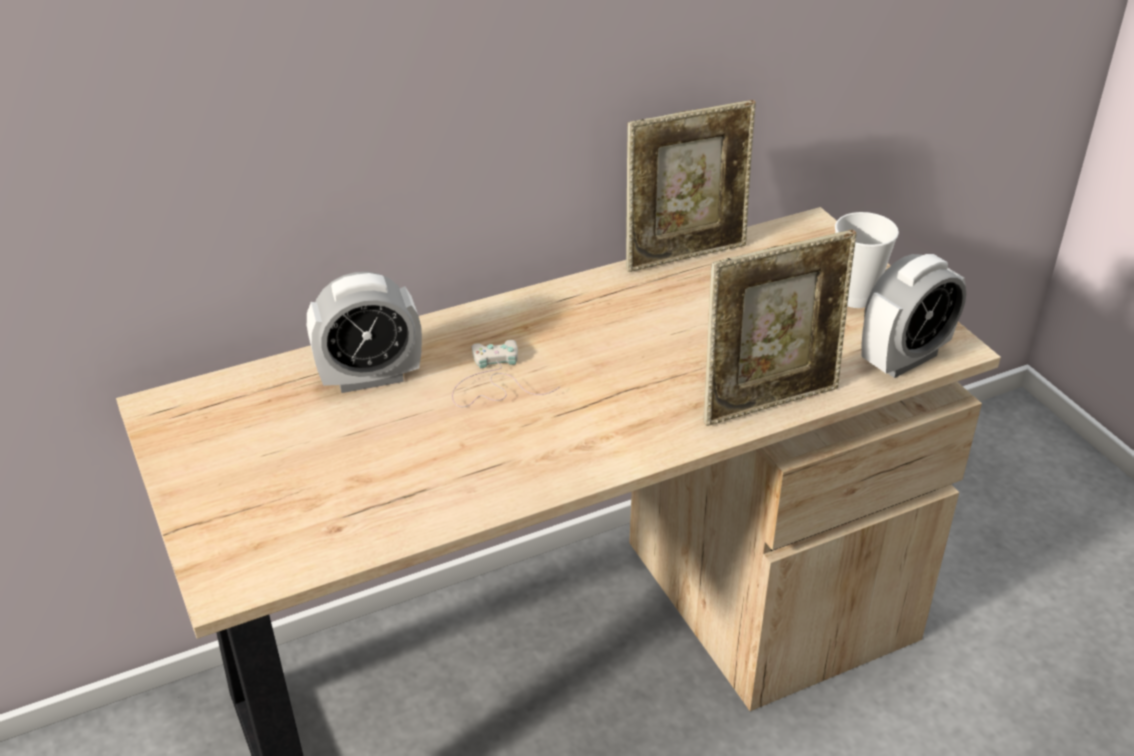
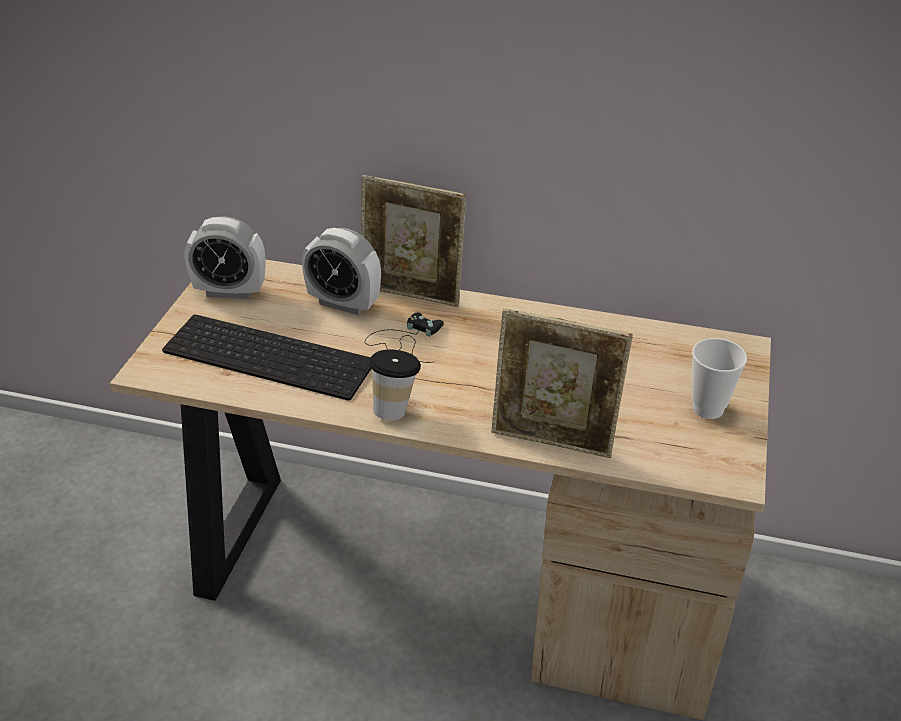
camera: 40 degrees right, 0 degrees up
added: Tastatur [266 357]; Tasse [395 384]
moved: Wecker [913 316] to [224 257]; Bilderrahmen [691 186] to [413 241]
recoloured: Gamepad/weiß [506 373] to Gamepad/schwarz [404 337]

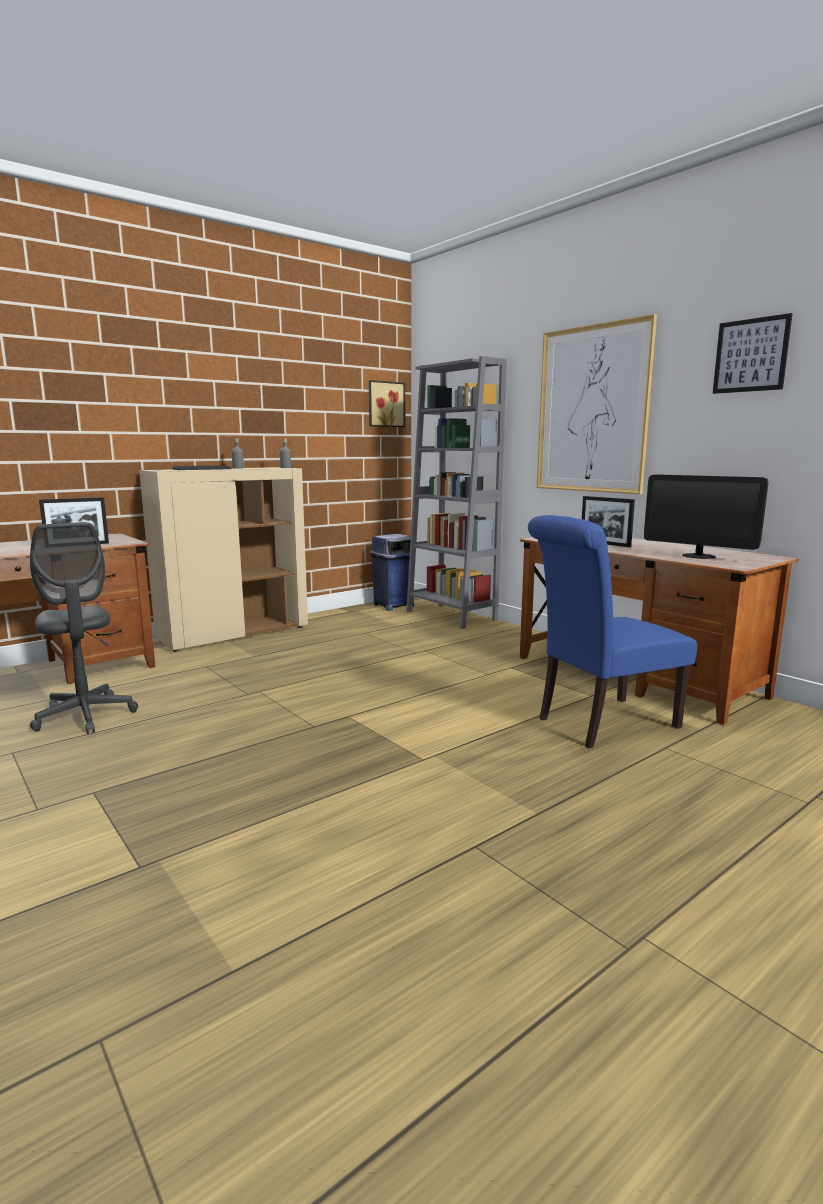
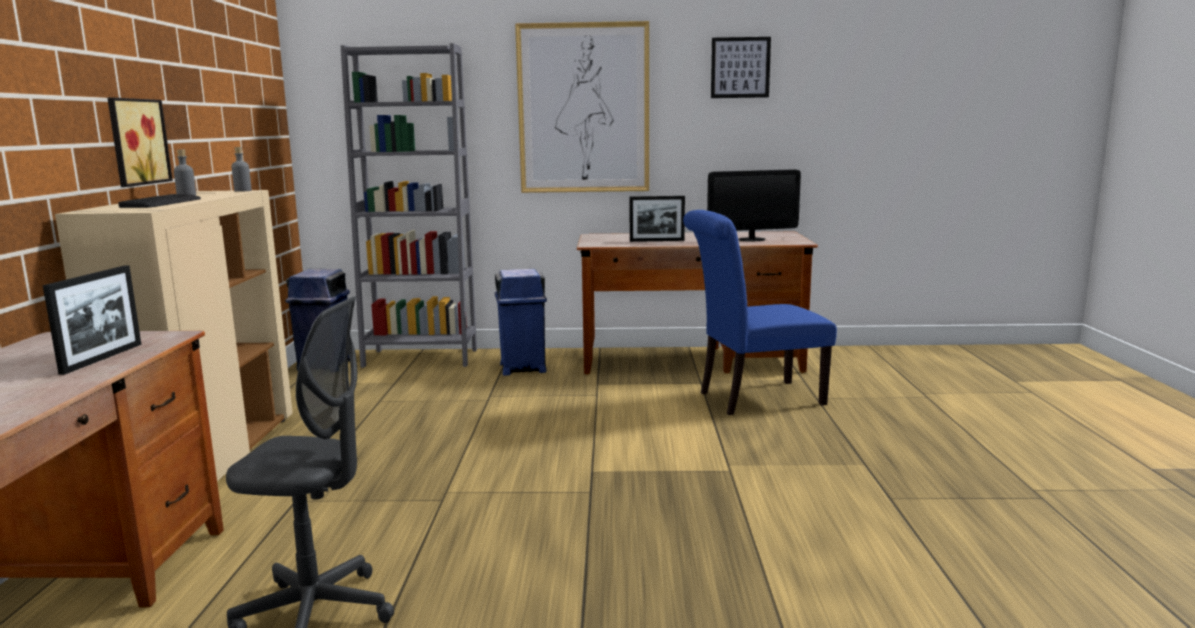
camera: 50 degrees left, 0 degrees up
added: Mülleimer/blau [521 322]
moved: Bild [387 403] to [140 142]
turned: Stuhl/blau [612 631] = [760 312] 60 degrees clockwise

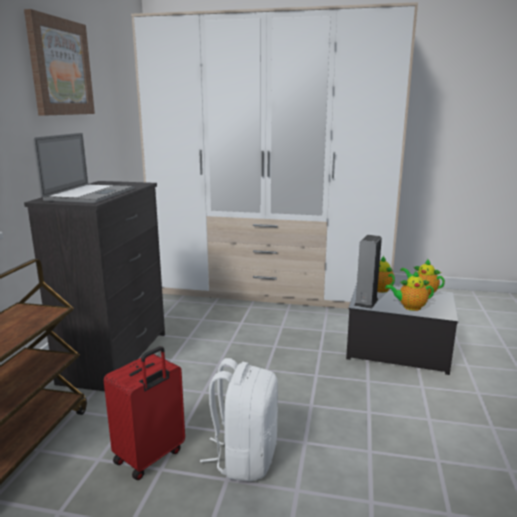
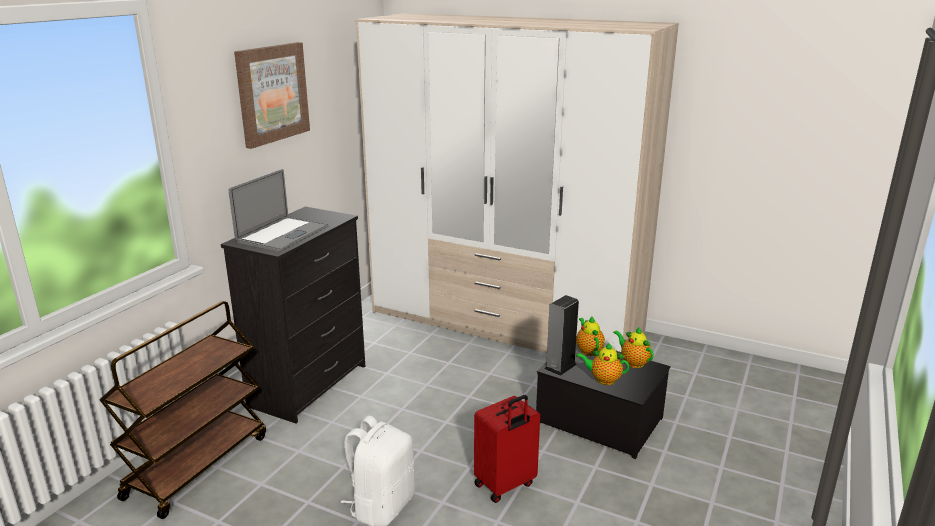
camera: 15 degrees right, 5 degrees up
moved: Koffer/rot [144 413] to [507 449]

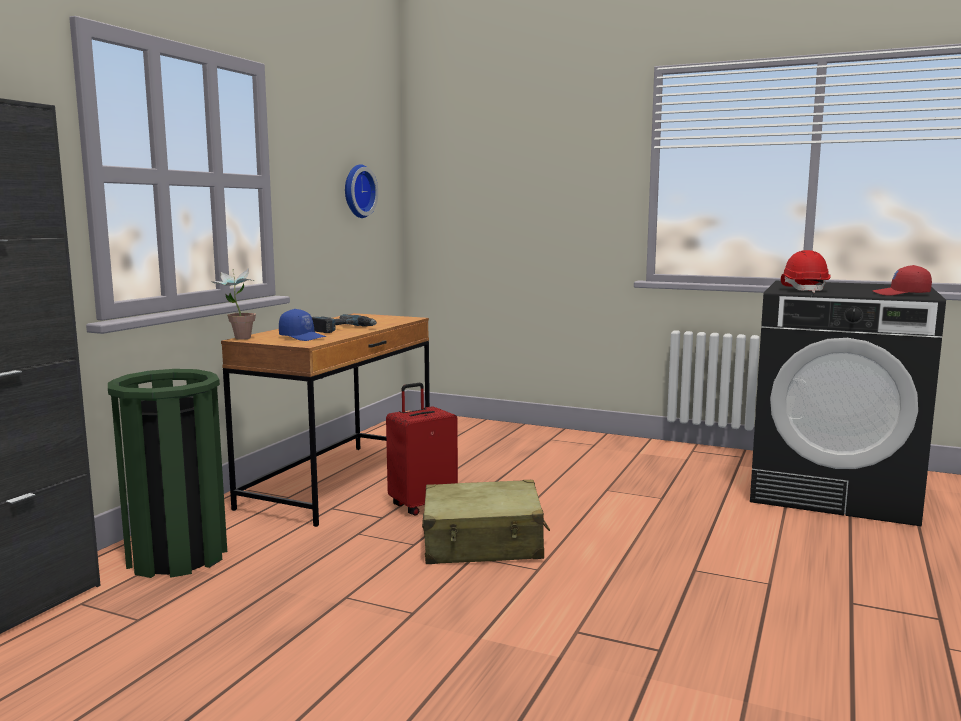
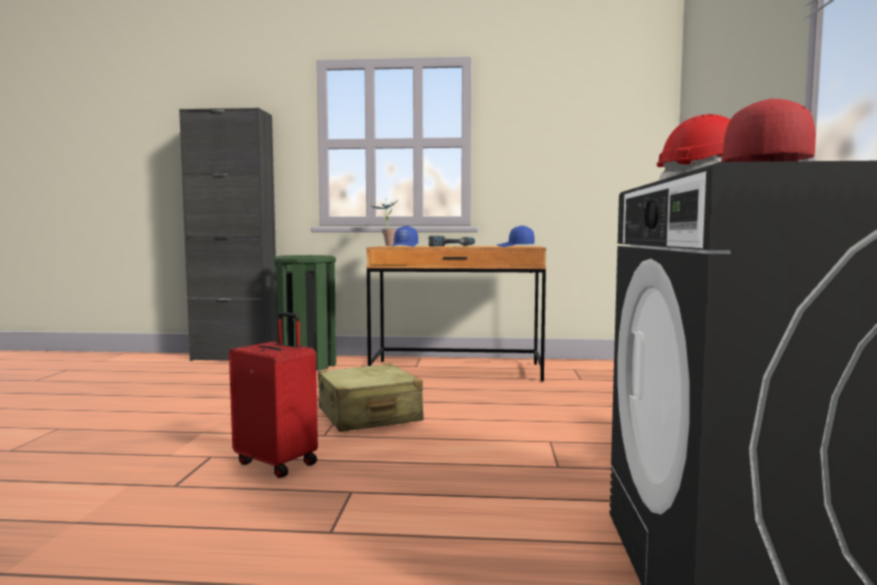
camera: 70 degrees right, 5 degrees down
removed: Wanduhr [361 191]
added: Kappe/blau [516 236]
moved: Koffer/rot [422 449] to [273 395]

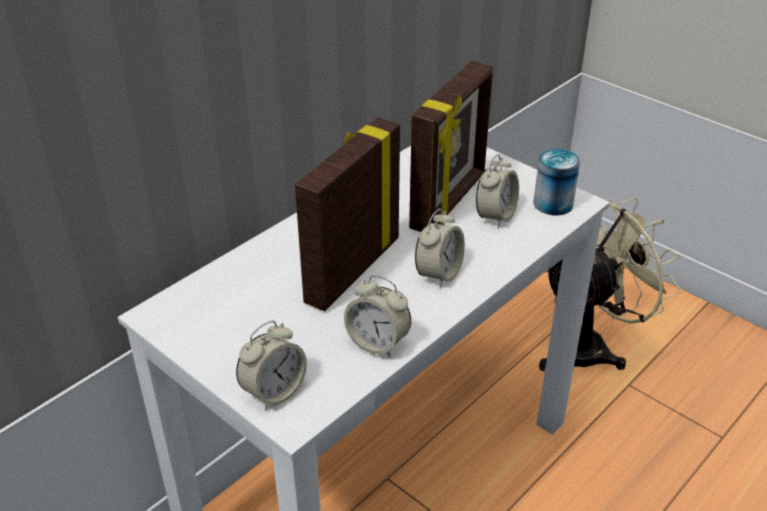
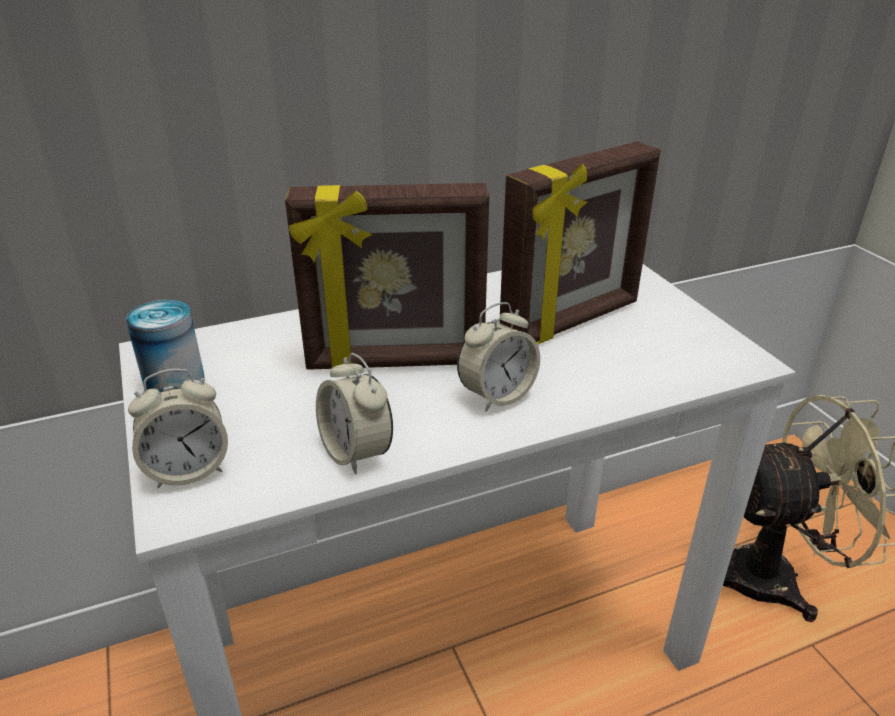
camera: 25 degrees right, 5 degrees down
removed: Wecker [497 191]
moved: Dose [556 182] to [165 346]
turned: Bilderrahmen [347 214] = [387 276] 150 degrees counterclockwise

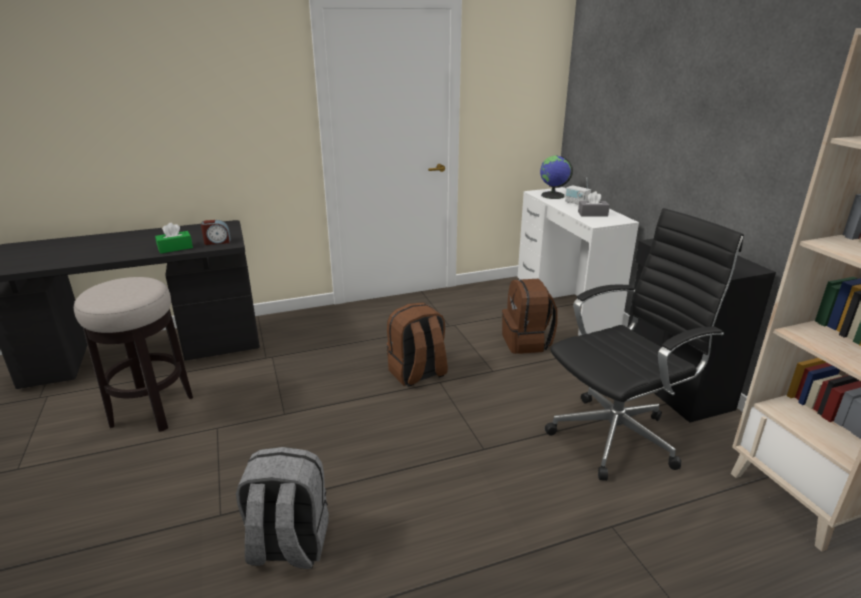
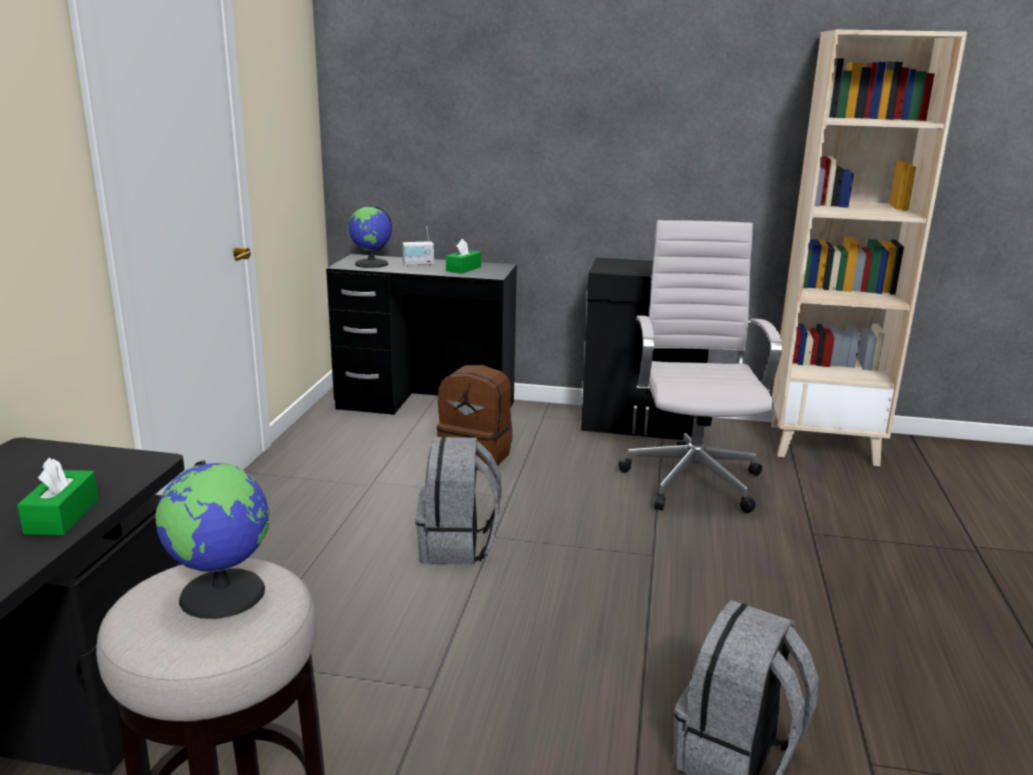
camera: 60 degrees left, 5 degrees down
removed: Wecker [216 232]
added: Globus [212 539]
recoloured: Schreibtisch/weiß [578 261] to Schreibtisch/schwarz [421 334]; Rucksack/braun [417 345] to Rucksack/grau [458 501]; Taschentuchbox/grau [594 203] to Taschentuchbox/grün [463 256]; Bürostuhl/schwarz [644 344] to Bürostuhl/weiß [700 366]

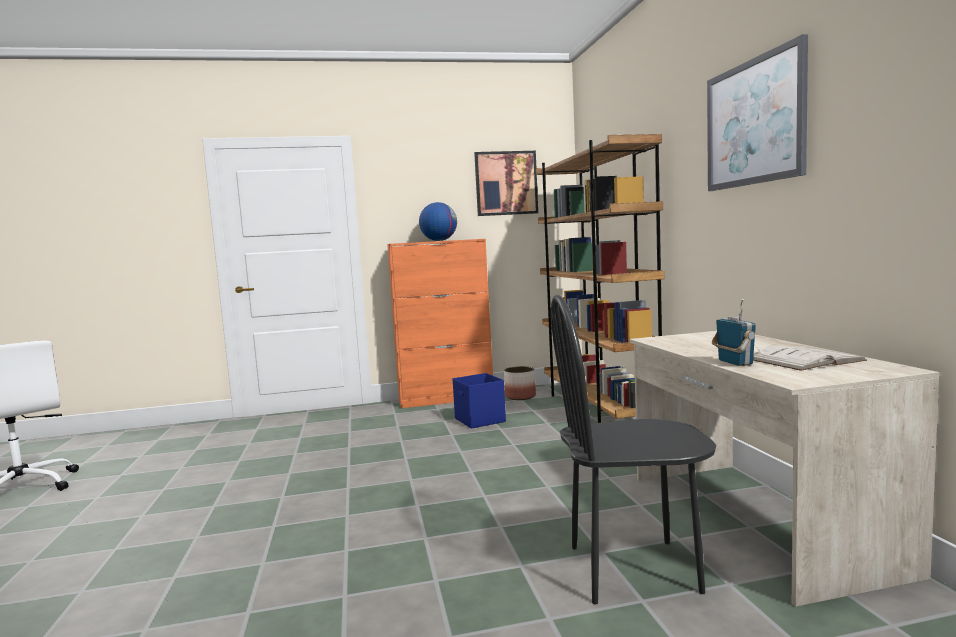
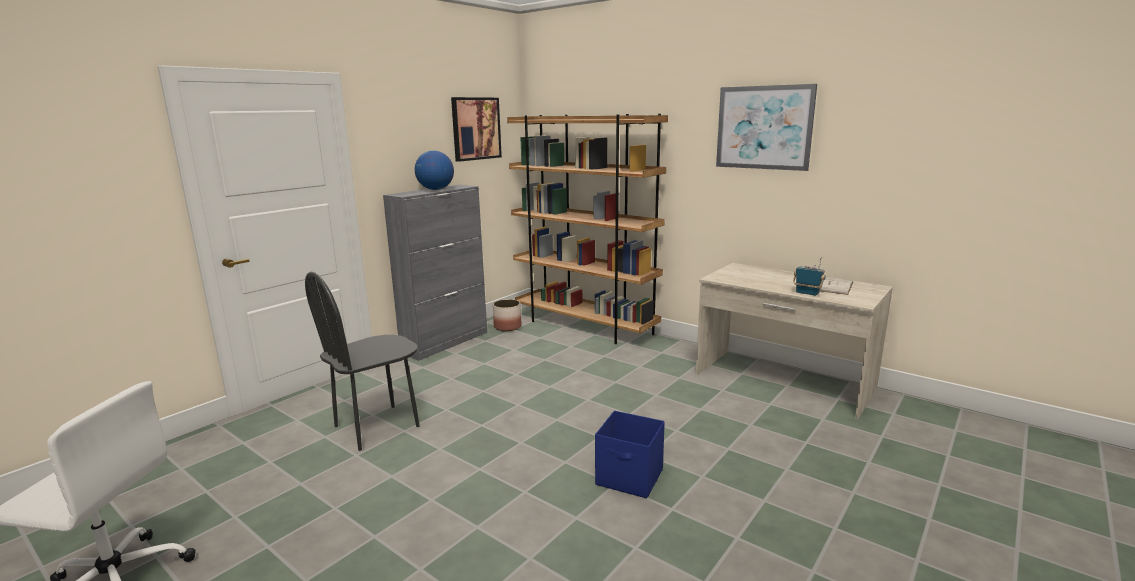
camera: 40 degrees left, 10 degrees up
moved: Stuhl/schwarz [633 449] to [362 361]; Aufbewahrungsbox/blau [479 401] to [630 454]
recoloured: Schrank/orange [440 323] to Schrank/grau [435 273]

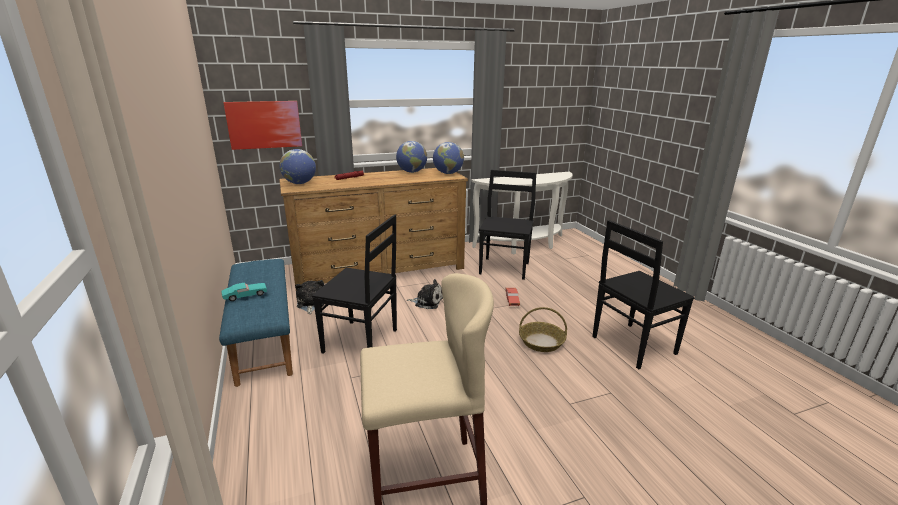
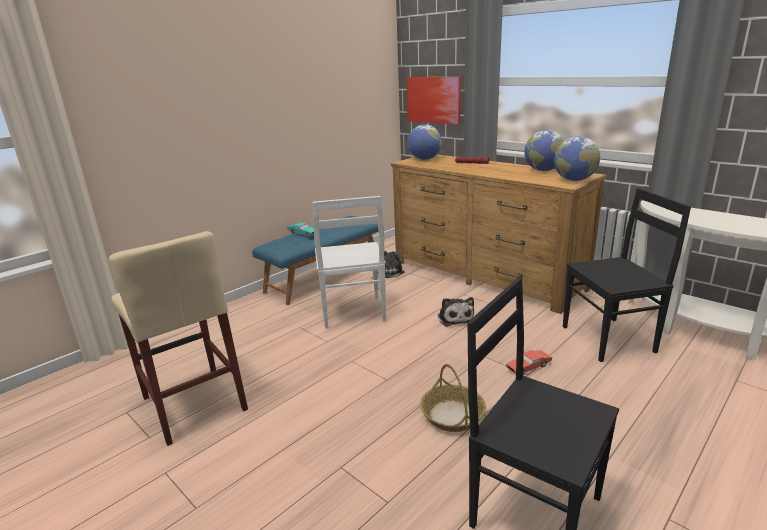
camera: 65 degrees right, 0 degrees up
recoloured: Stuhl/schwarz [354 284] to Stuhl/weiß [349 262]

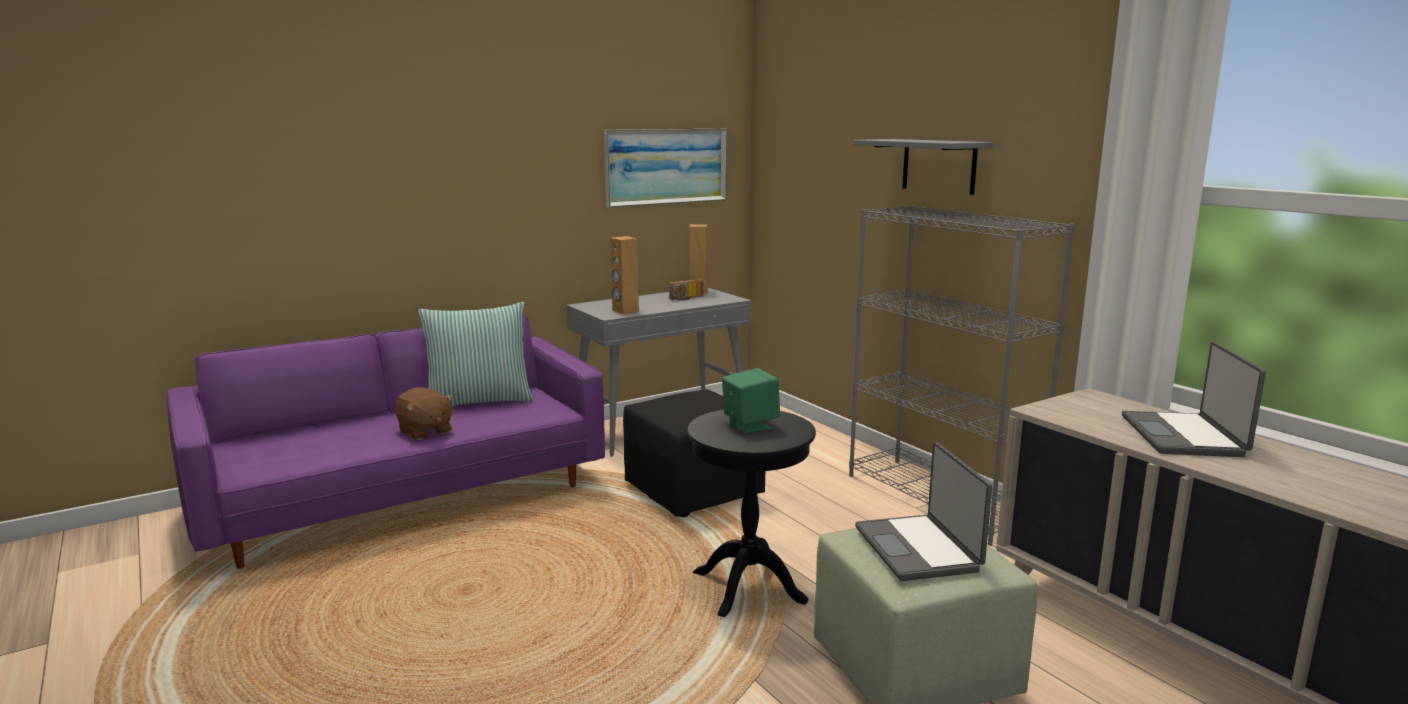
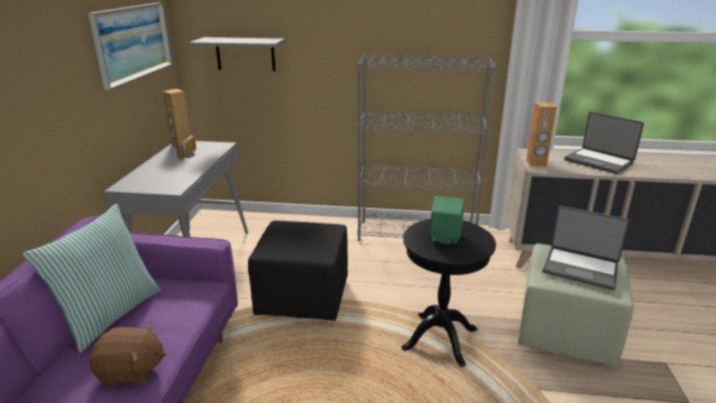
camera: 50 degrees left, 10 degrees up
moved: Wandregal/grau [924 167] to [237 54]; Lautsprecher/braun [624 275] to [541 134]

